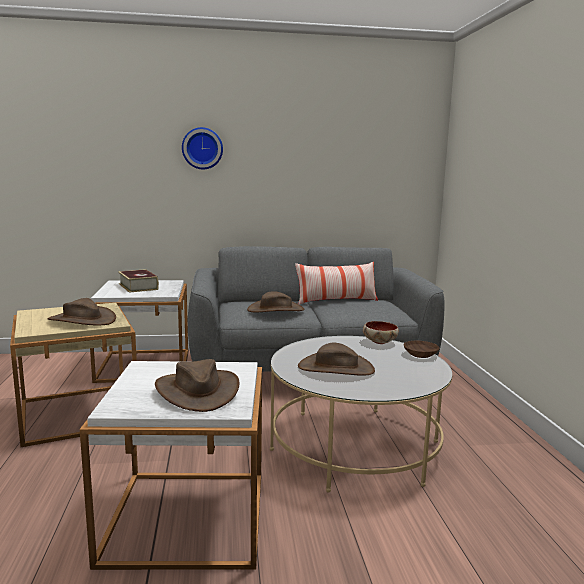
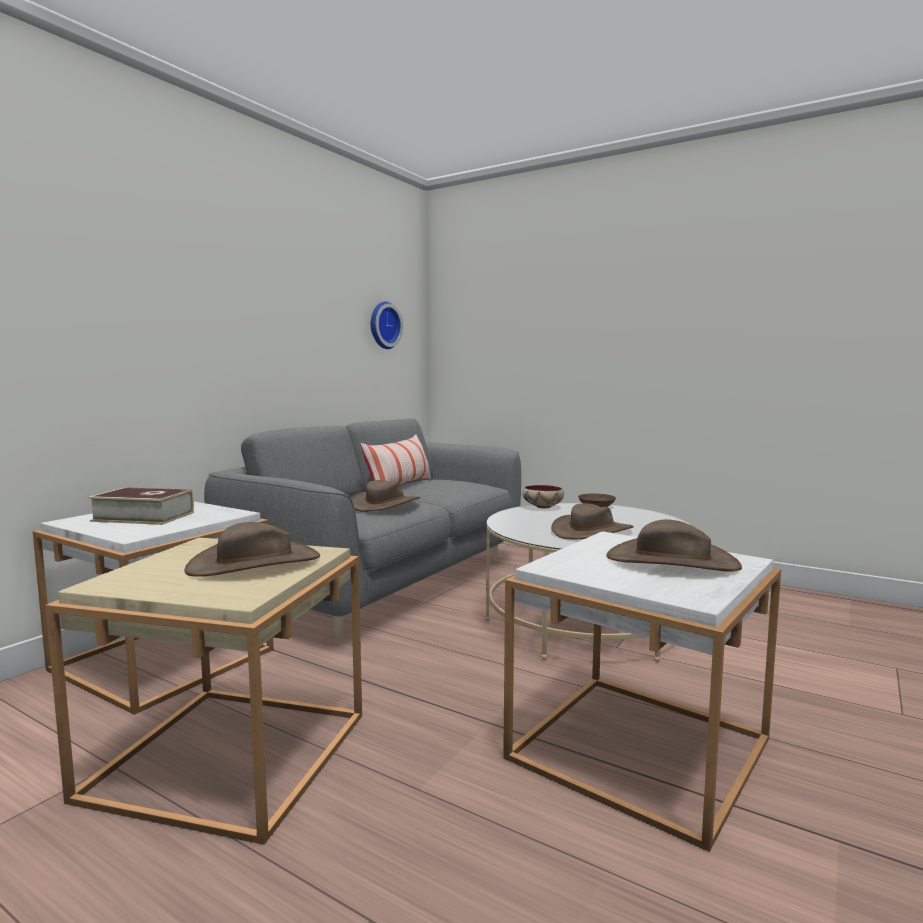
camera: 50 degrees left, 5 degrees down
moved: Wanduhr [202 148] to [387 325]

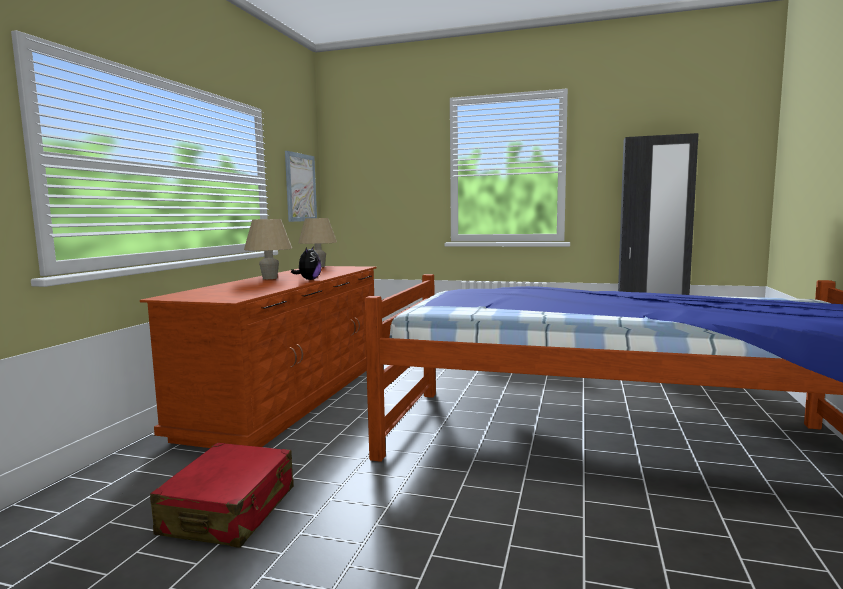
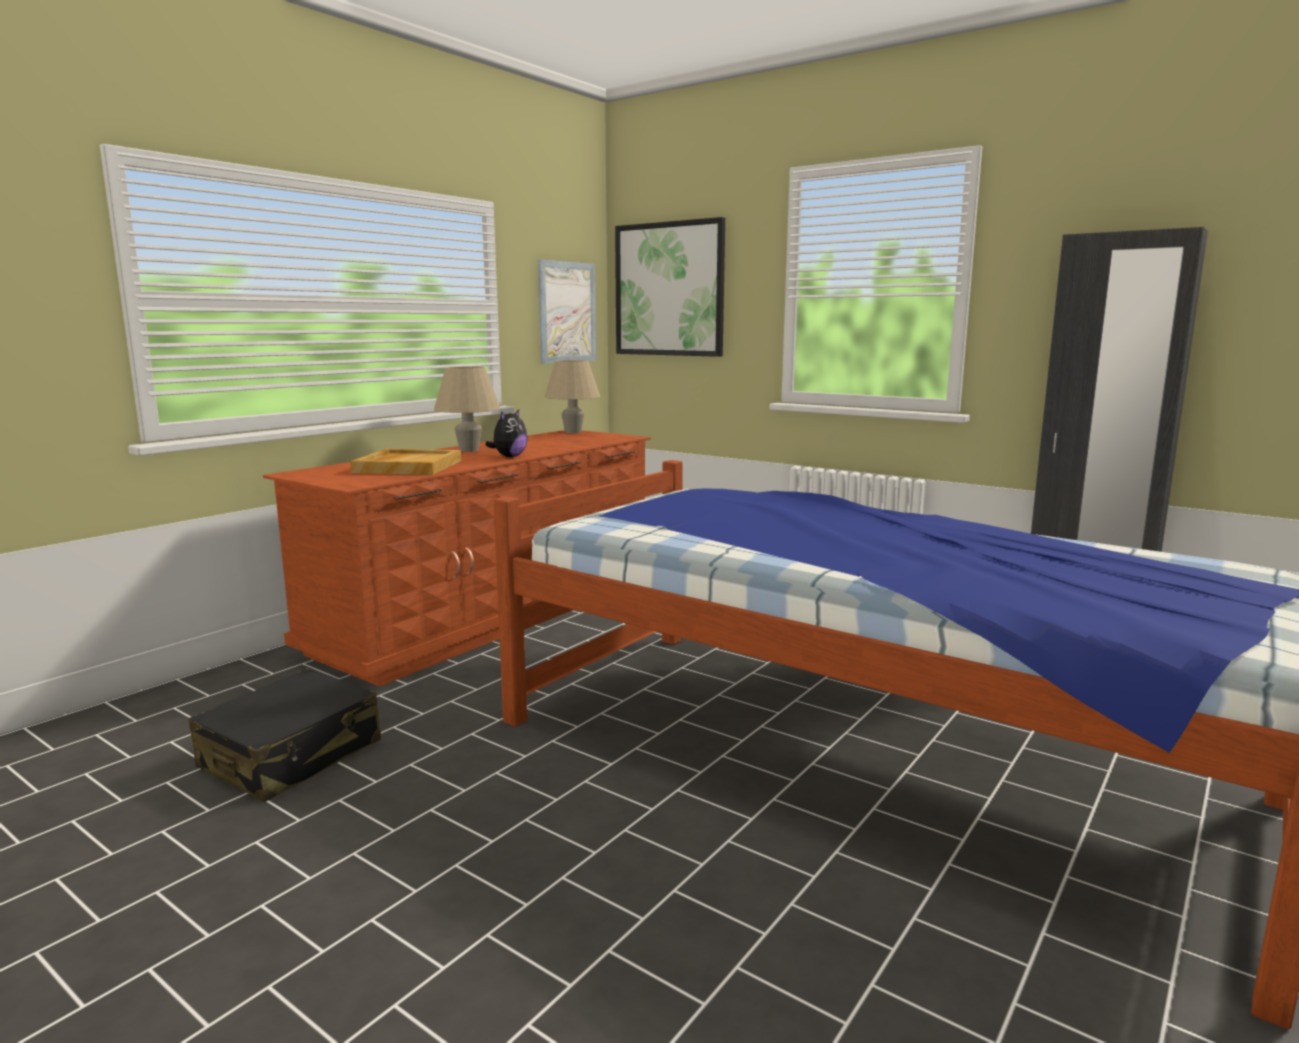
camera: 20 degrees right, 5 degrees up
added: Tablett/beige [405 462]; Bild [670 287]
recoloured: Koffer/rot [222 495] to Koffer/schwarz [284 735]

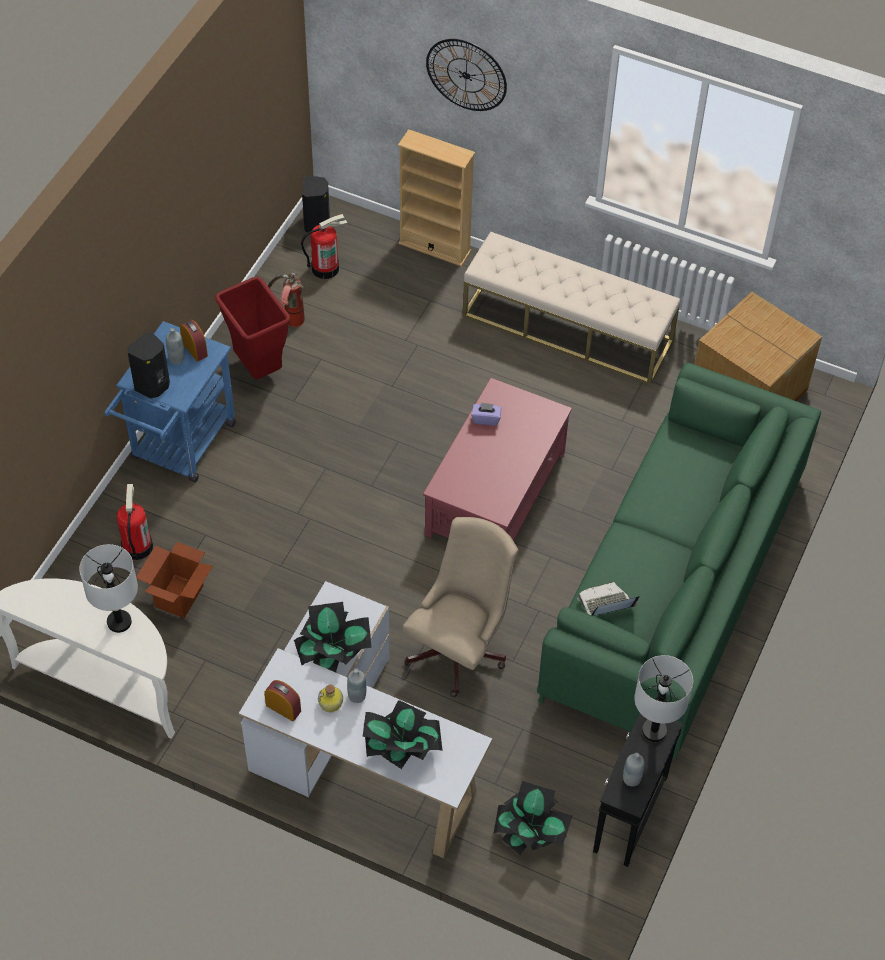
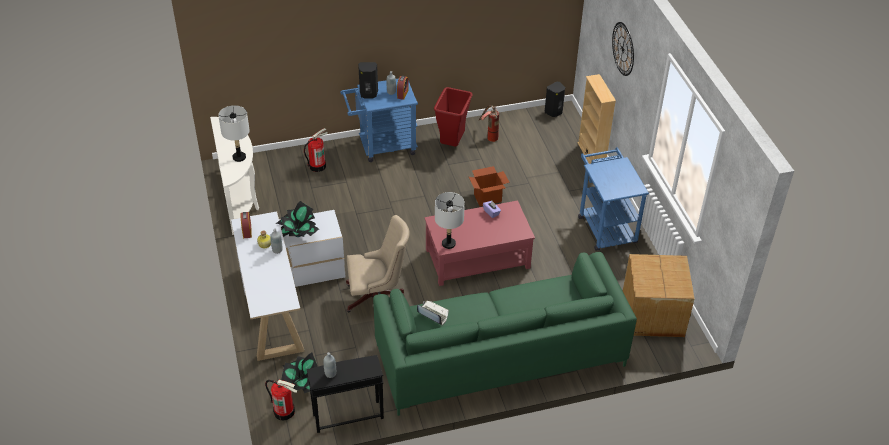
camera: 50 degrees right, 10 degrees down
removed: Topfpflanze [403 734]
moved: Feuerlöscher [324 246] to [281 400]; Tischlampe/grau [663 698] to [450 220]; Karton [174 580] to [489 186]
replaced: Bank/beige [571 308] to Rollwagen/blau [613 198]

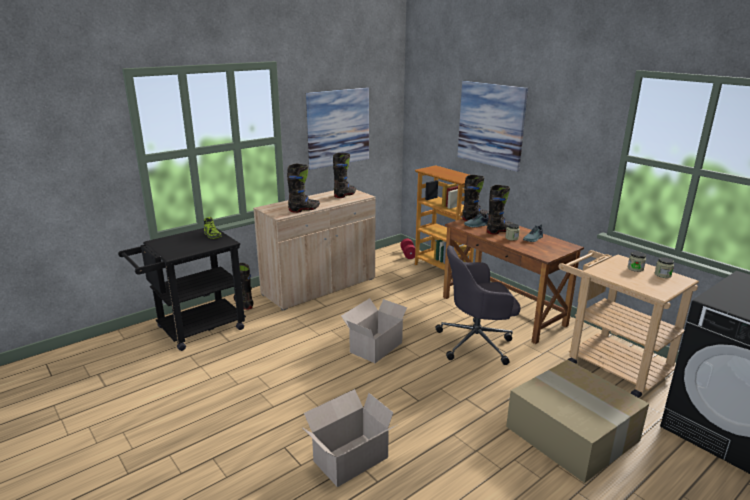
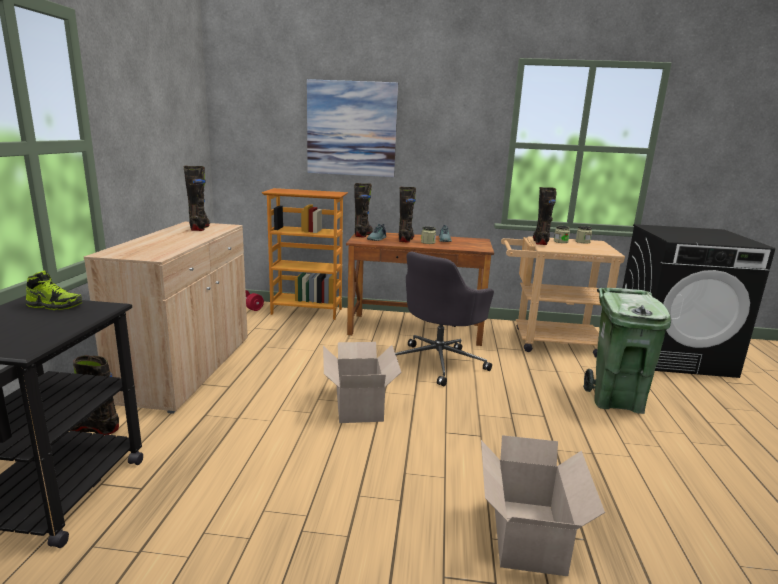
camera: 45 degrees left, 5 degrees down
removed: Bild [337 128]
moved: Stiefel/schwarz [303 188] to [544 216]
replaced: Karton [577 421] to Mülleimer/grün [627 351]

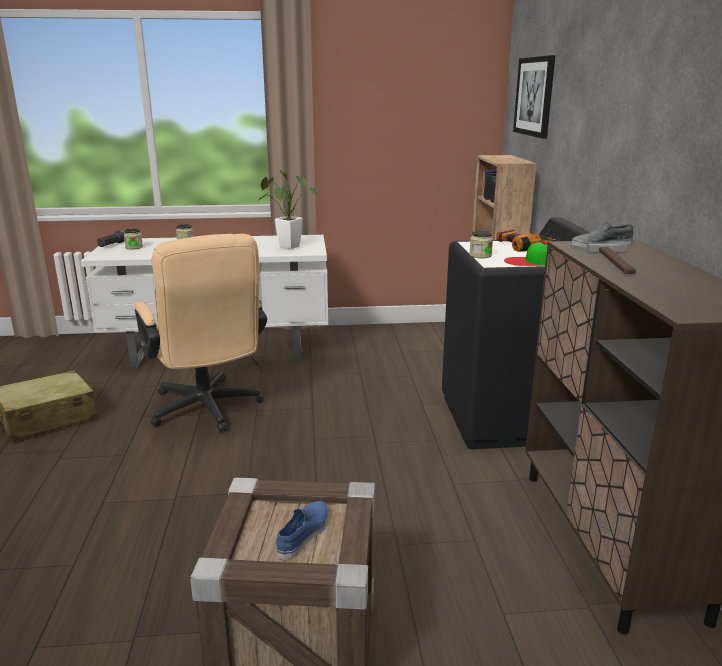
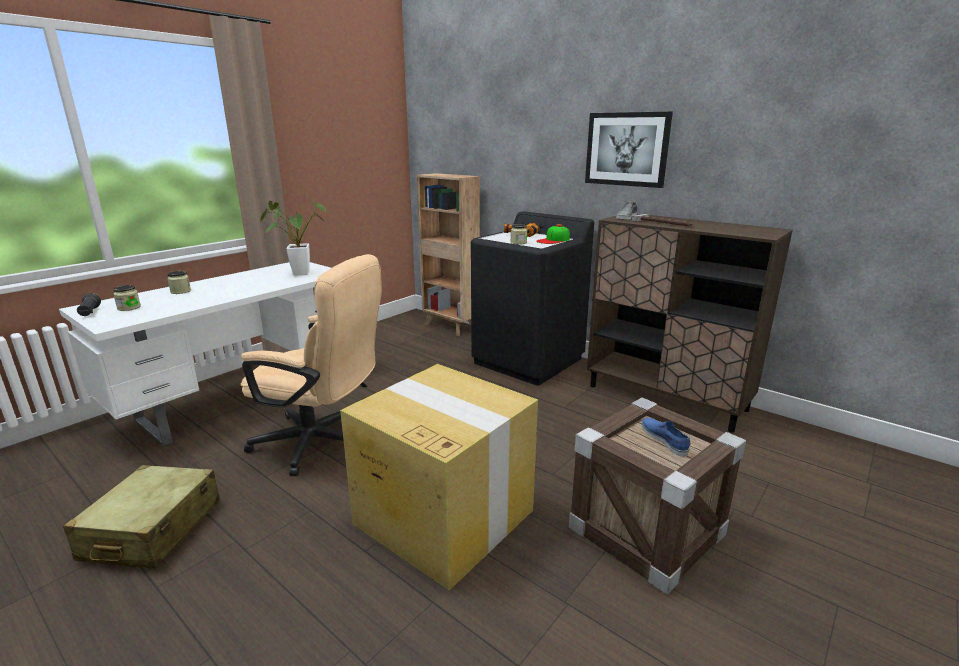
camera: 45 degrees left, 0 degrees up
added: Karton [439 477]
moved: Bild [534 96] to [629 150]

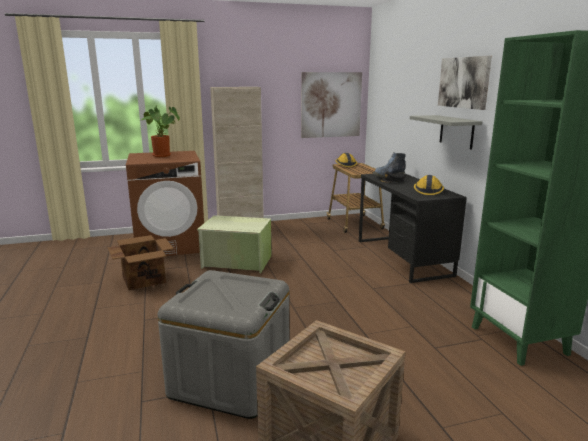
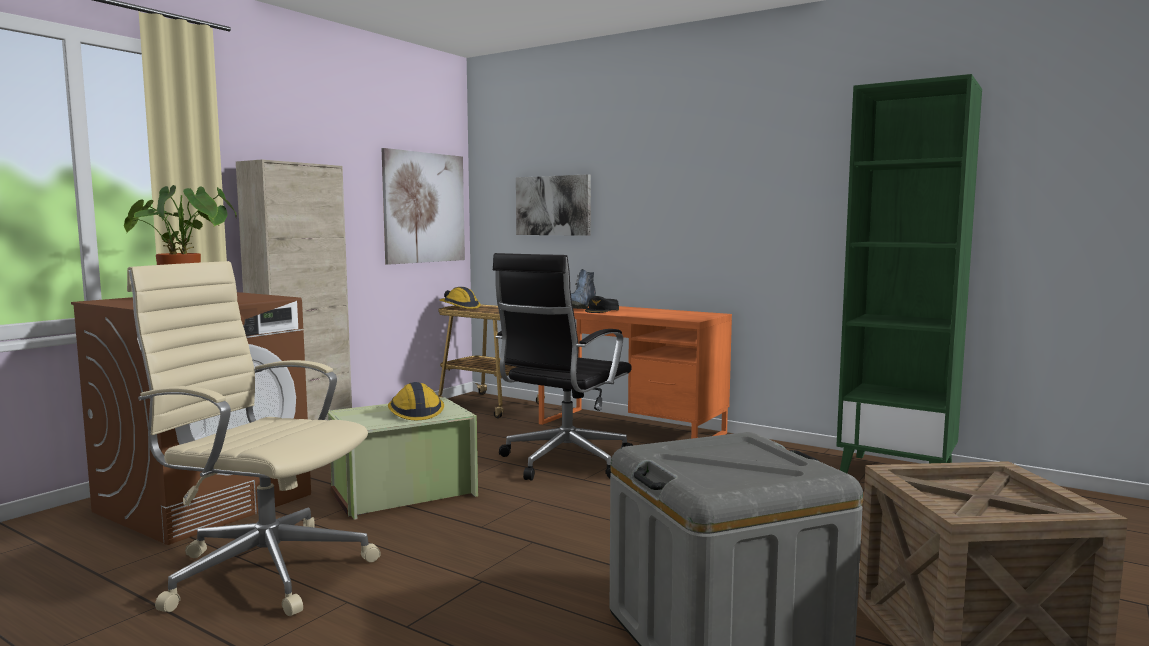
camera: 40 degrees left, 10 degrees down
removed: Wandregal/grau [446 132]
added: Bürostuhl/schwarz [563 366]
moved: Schutzhelm [429 185] to [416 401]; Bild [465 83] to [553 205]
replaced: Karton [141 262] to Bürostuhl/beige [254 438]
recoloured: Schreibtisch/schwarz [413 228] to Schreibtisch/orange [635 372]

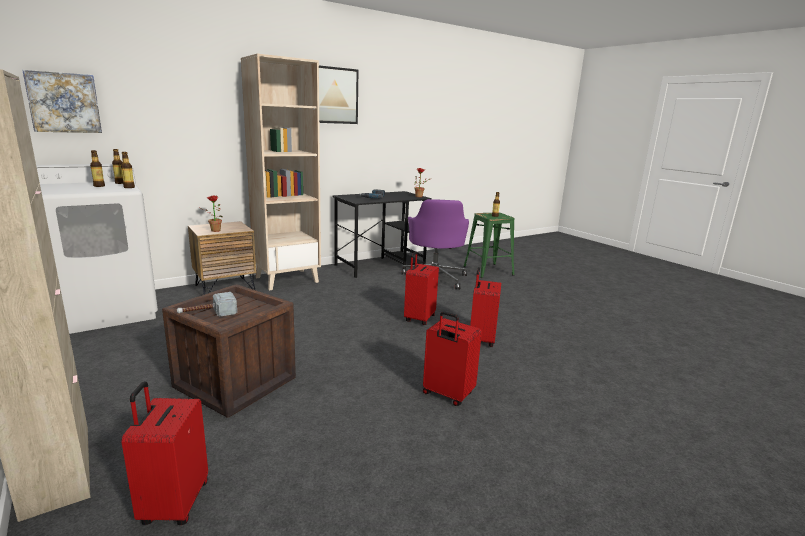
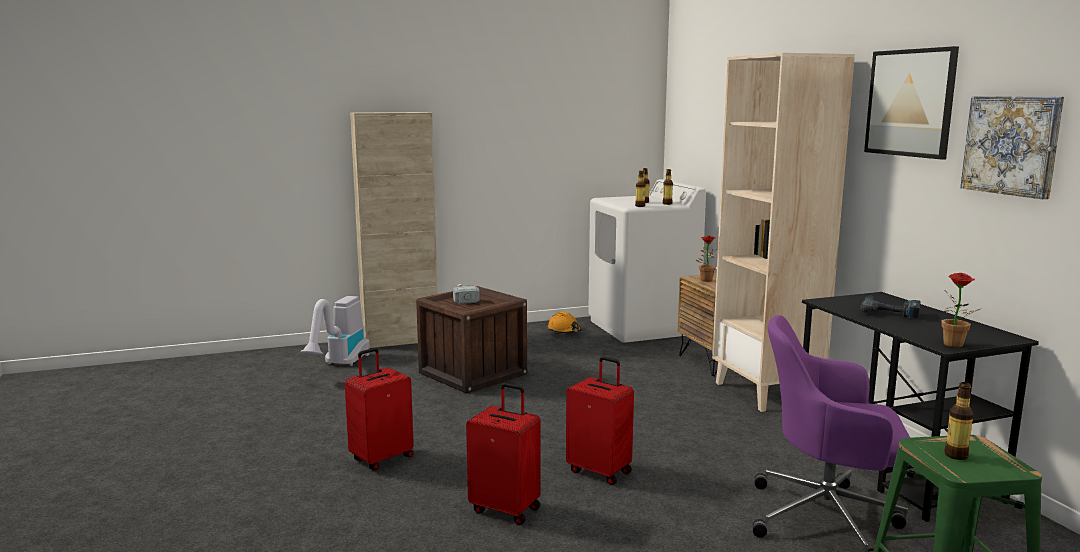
camera: 105 degrees right, 5 degrees down
added: Schutzhelm/orange [565 322]
moved: Bild [62 101] to [1012 147]
replaced: Koffer/rot [165 453] to Staubsauger [335 331]

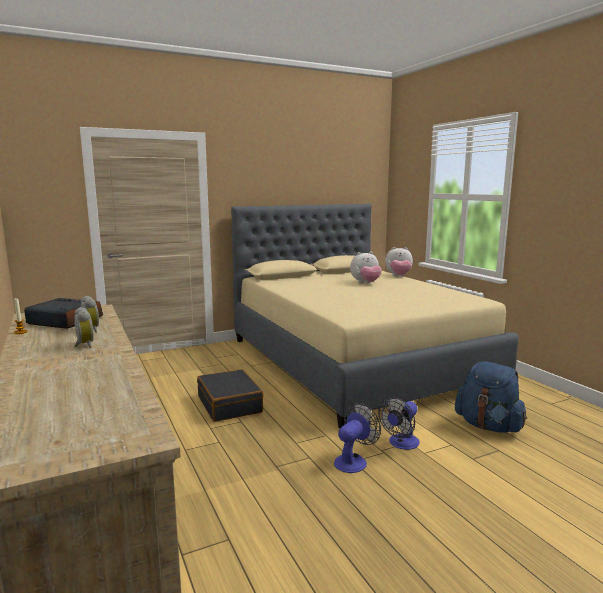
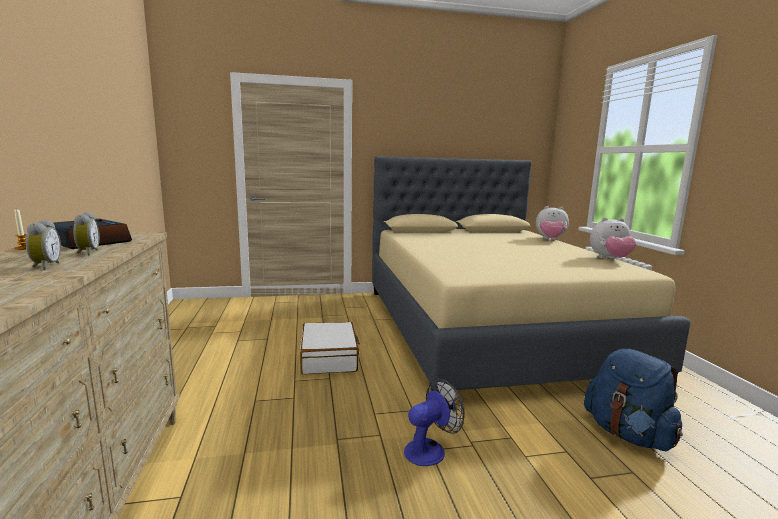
camera: 15 degrees right, 0 degrees up
removed: Ventilator [399 423]
moved: Plüschtier [366 267] to [613 238]
recoloured: Koffer/schwarz [230 395] to Koffer/weiß [330 348]

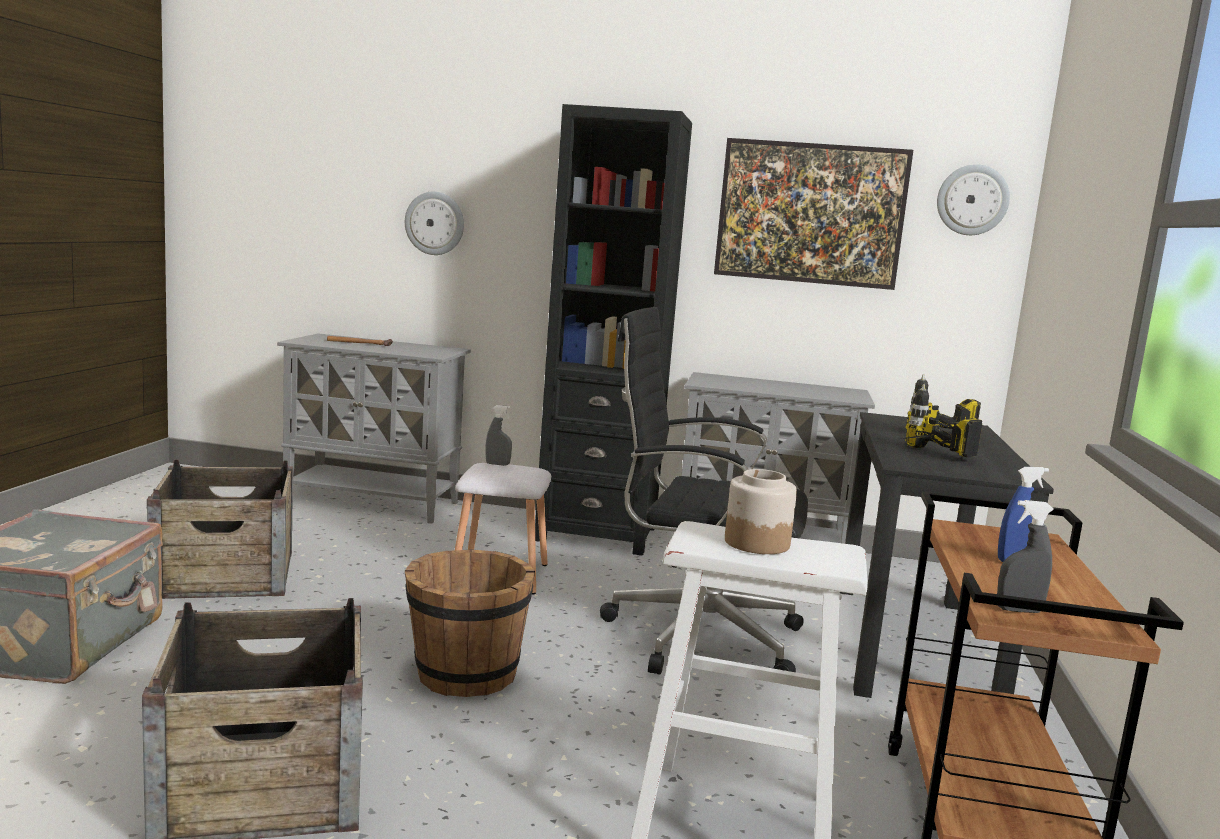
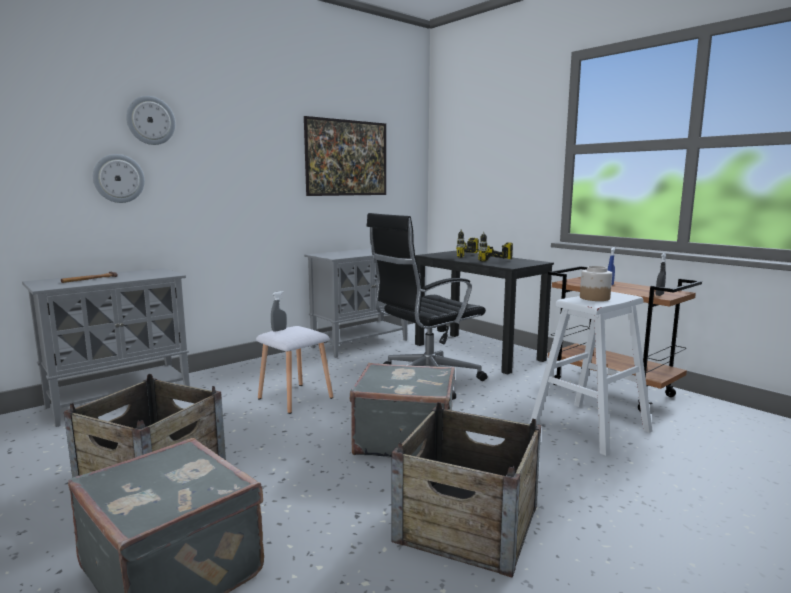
camera: 50 degrees left, 0 degrees up
removed: Bücherregal/schwarz [613 330]
moved: Wanduhr [973 200] to [150 120]
replaced: Eimer/braun [470 623] to Koffer/grau [402 410]

